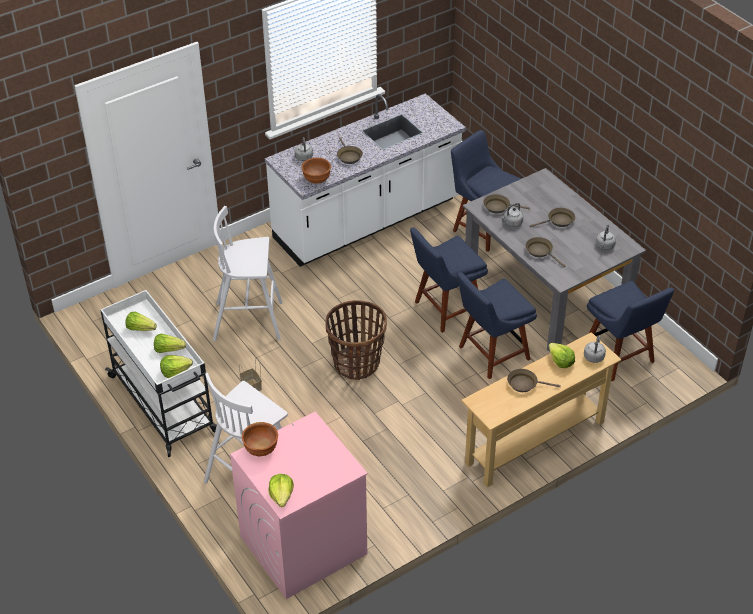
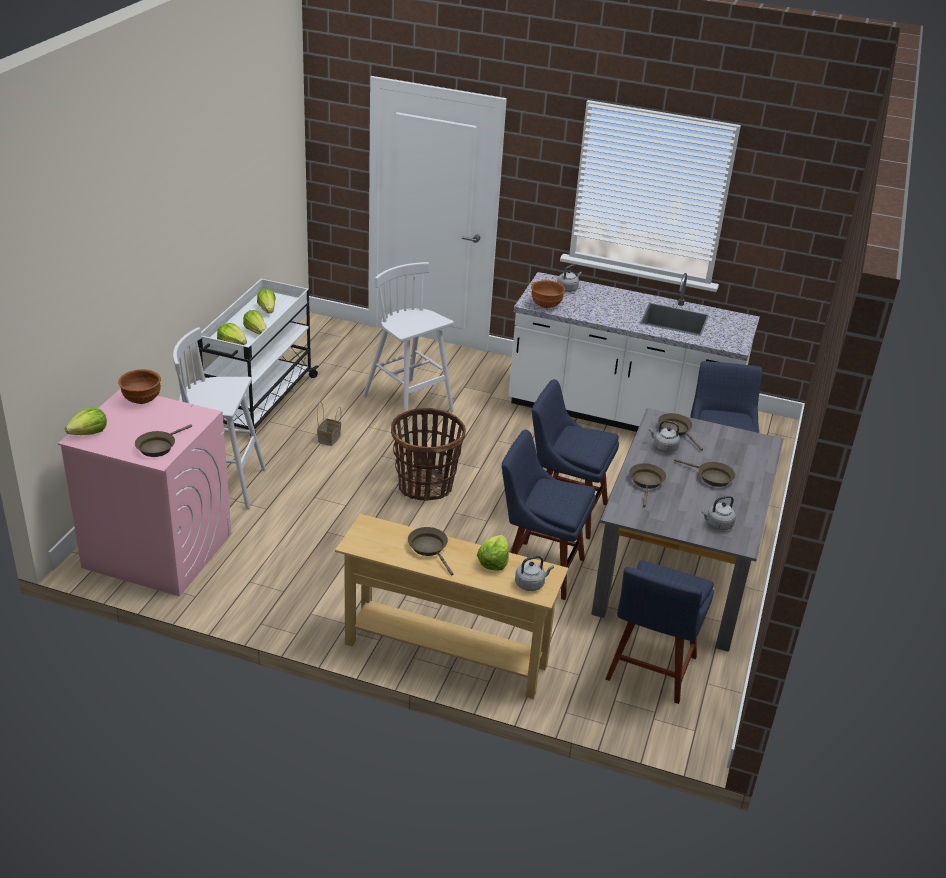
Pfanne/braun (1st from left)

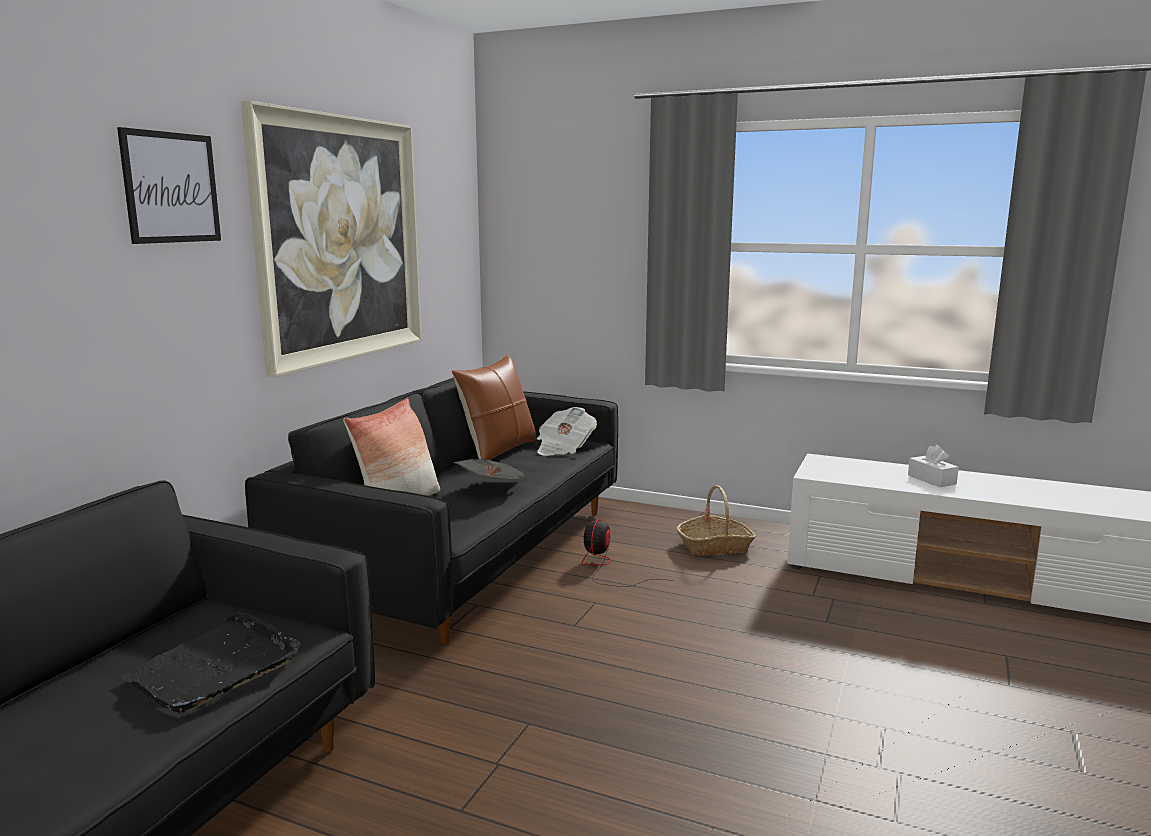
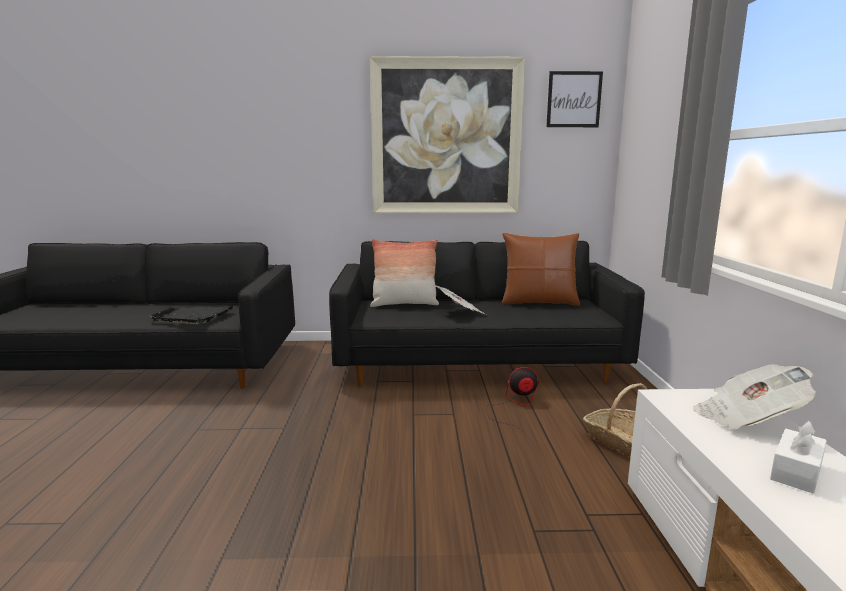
Bild (2nd from left); Zeitung (2nd from left)

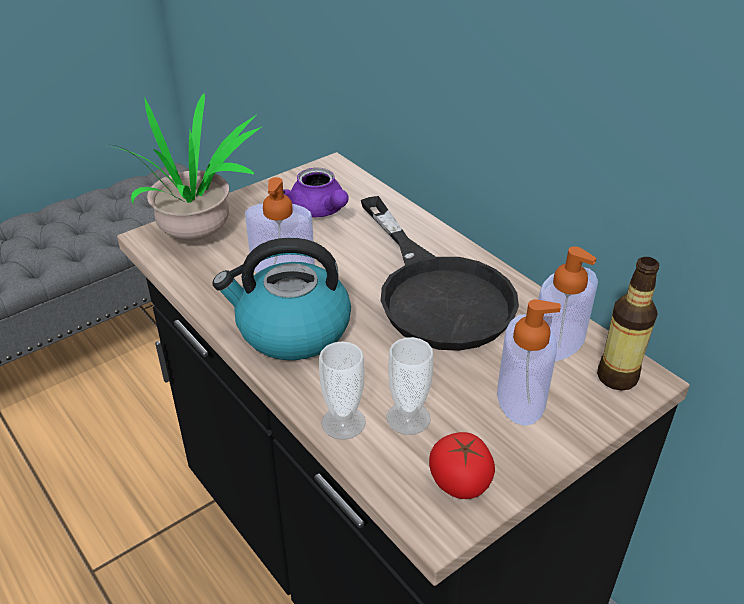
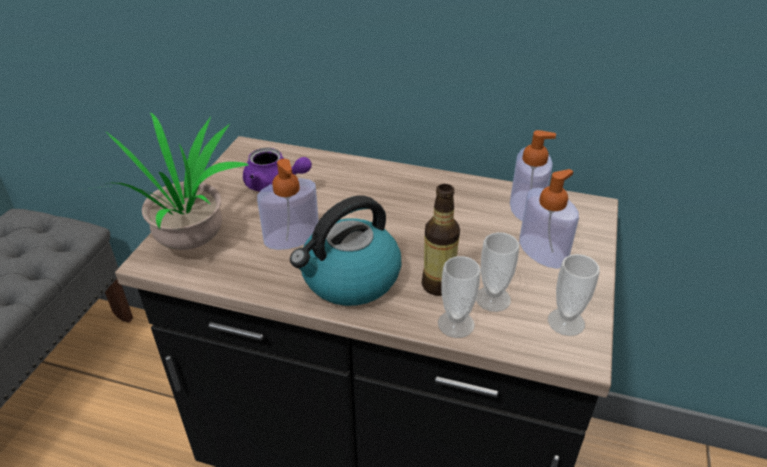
Pfanne/schwarz; Flasche; Tasse (3rd from left)

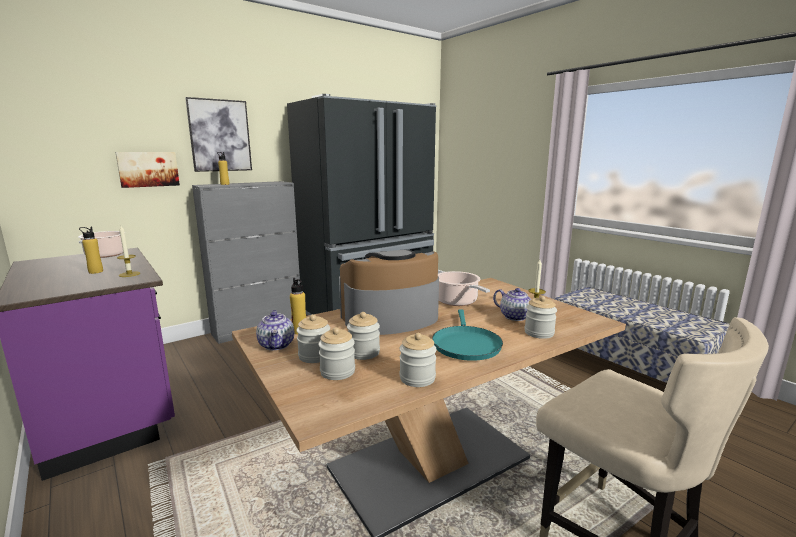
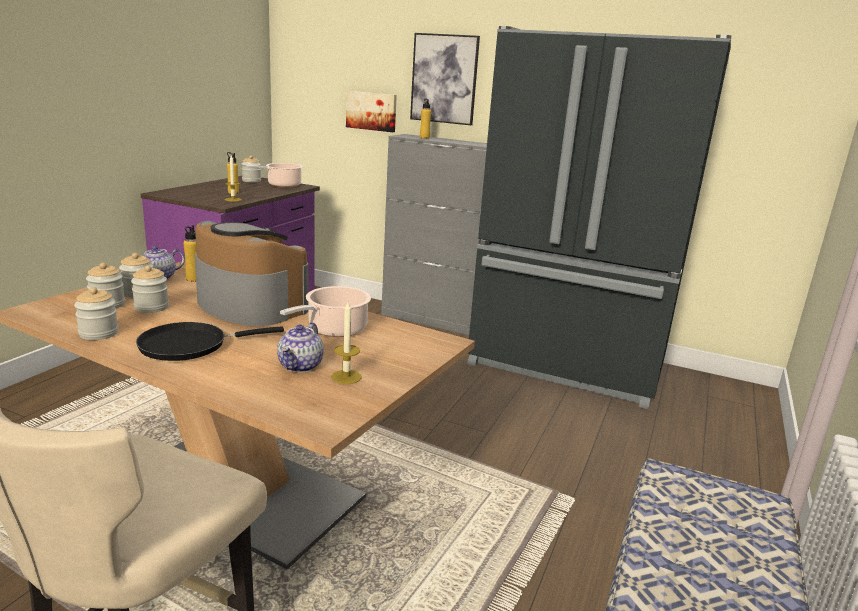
Vorratsglas (5th from left); Pfanne/schwarz

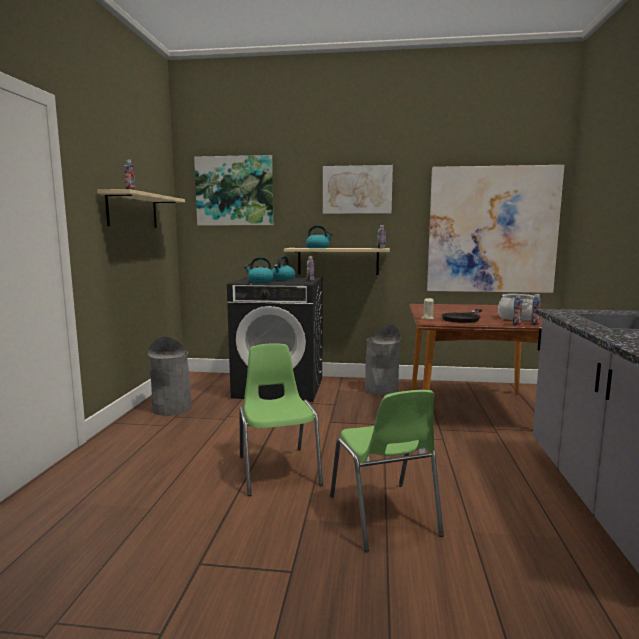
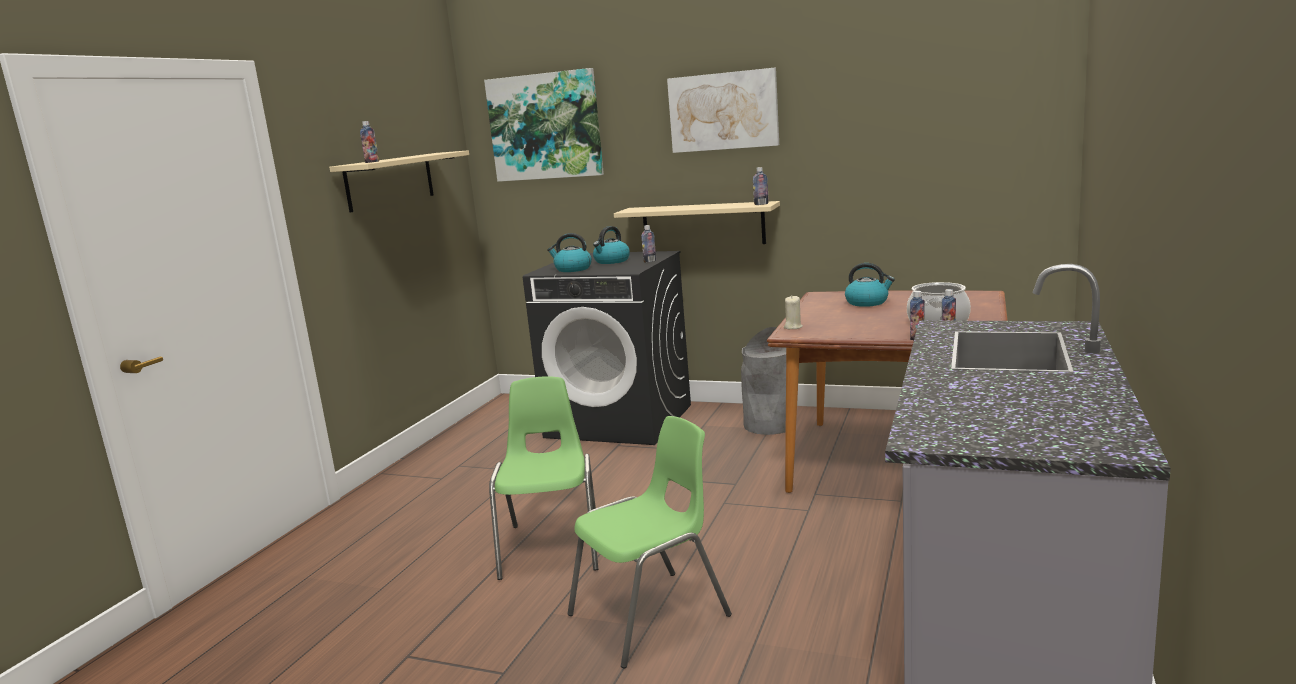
Mülleimer/grau (1st from left in the first image); Bild (3rd from left in the first image); Pfanne/schwarz; Wasserkessel (3rd from left); Stuhl/grün (2nd from left)

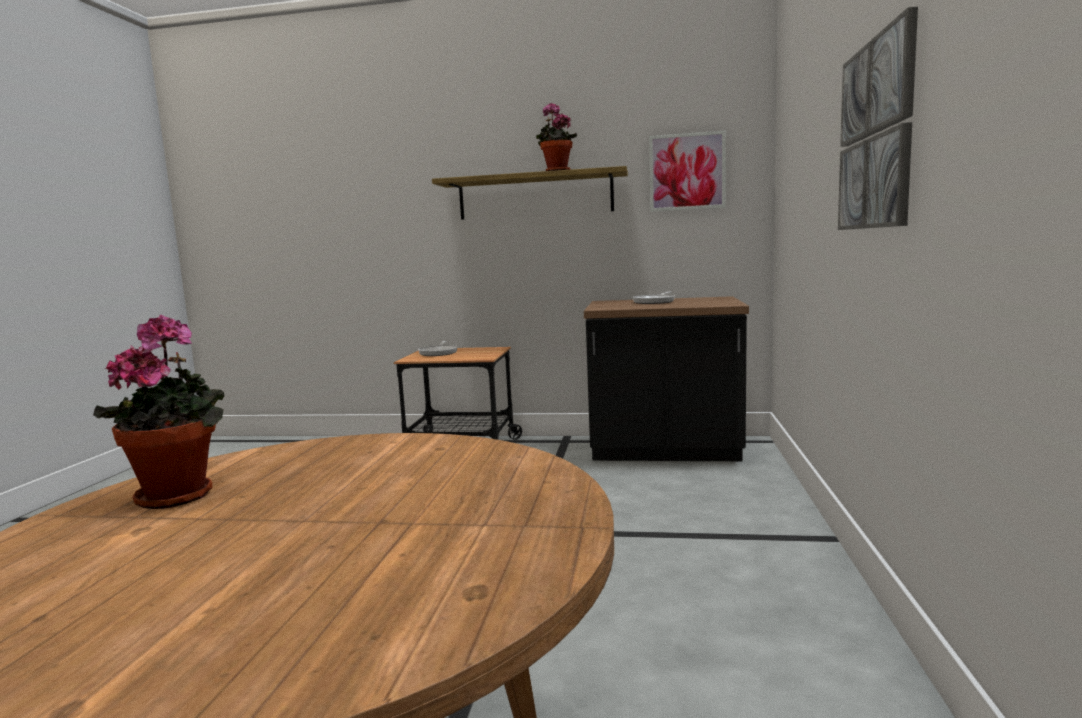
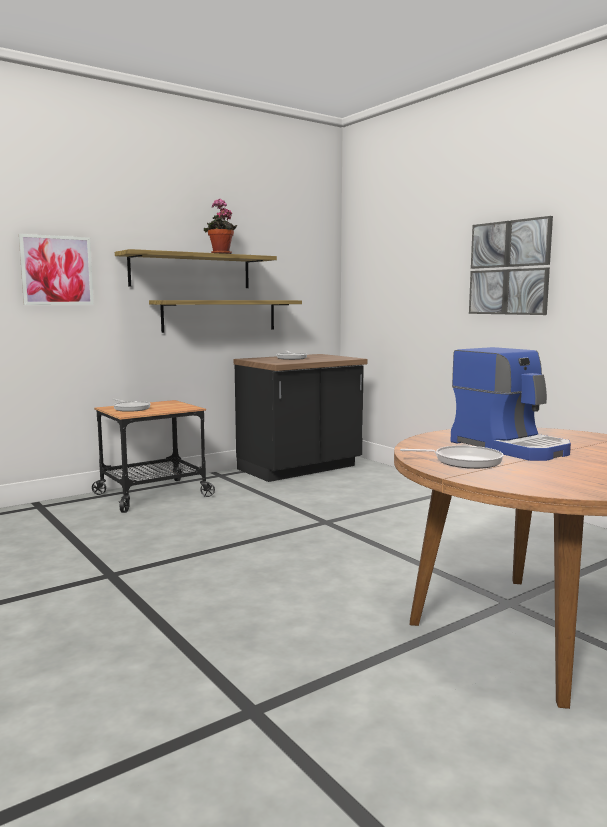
Wandregal (2nd from left); Kaffeemaschine; Bild (1st from left); Pfanne (3rd from left)

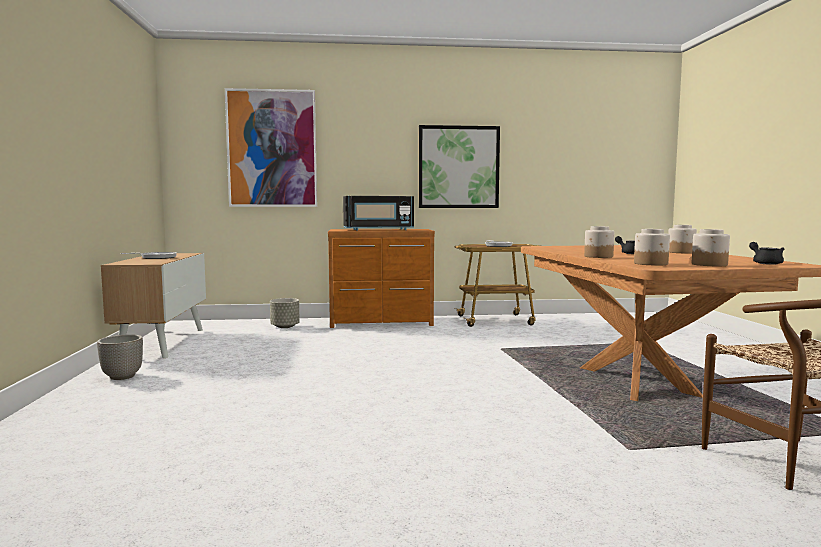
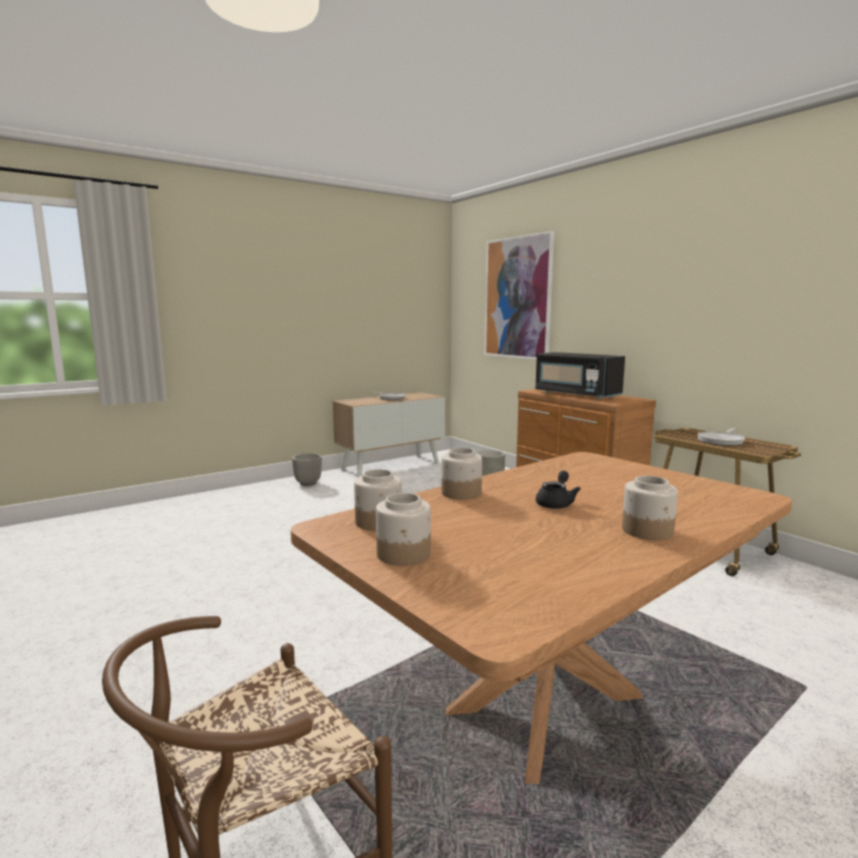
Bild (2nd from left in the first image); Teekanne/schwarz (2nd from left in the first image)

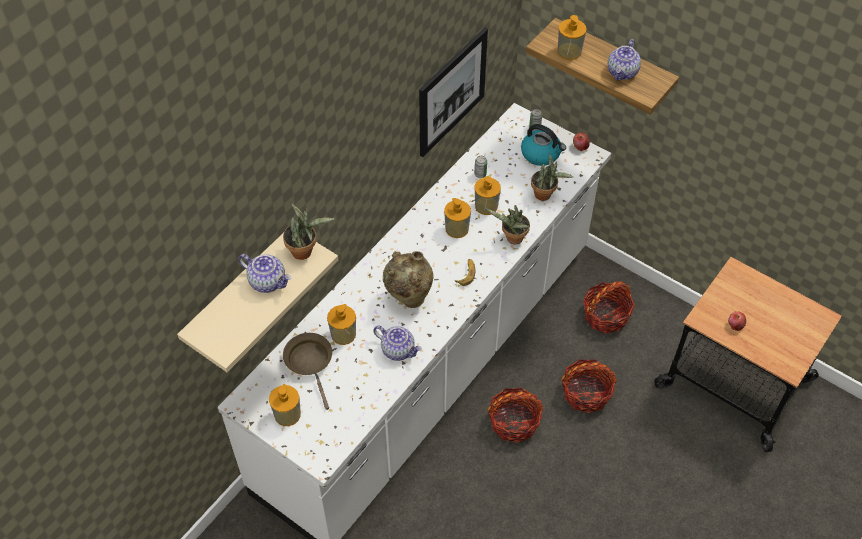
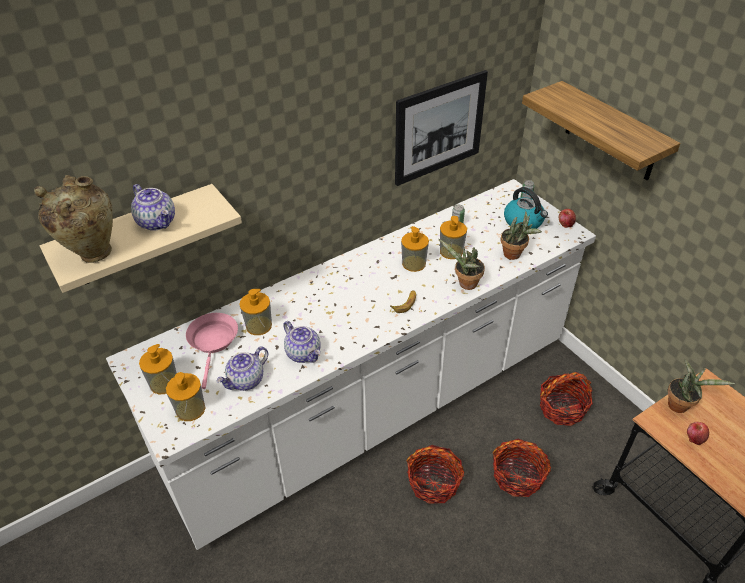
Topfpflanze (3rd from left); Vase/beige; Seifenspender (2nd from left); Teekanne (2nd from left); Pfanne/rosa

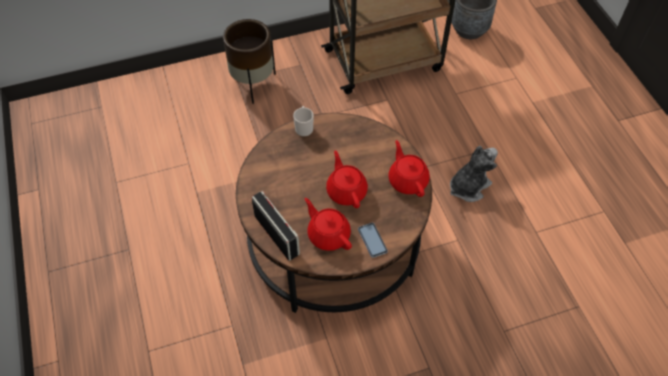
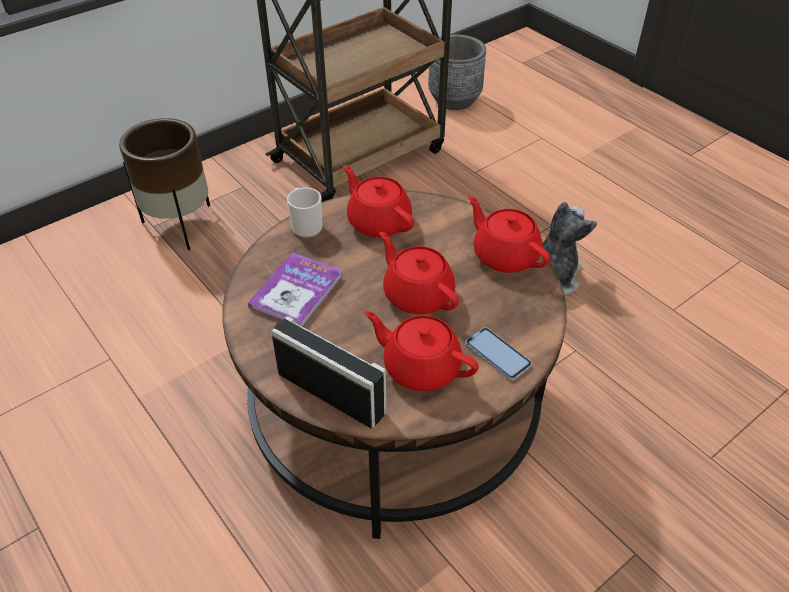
Buch; Teekanne/rot (1st from left)

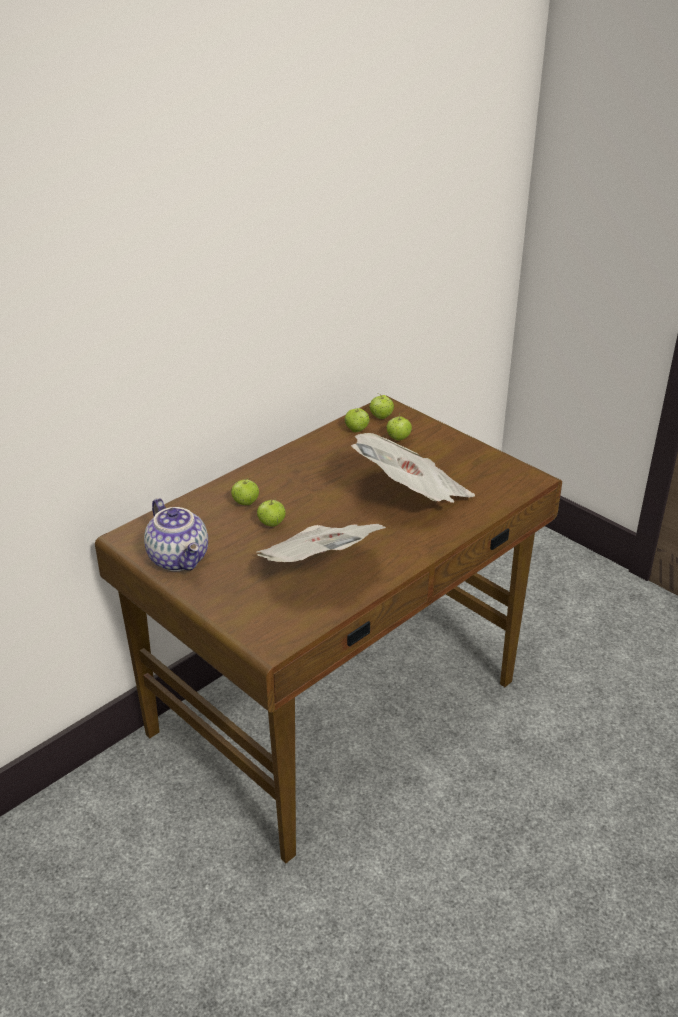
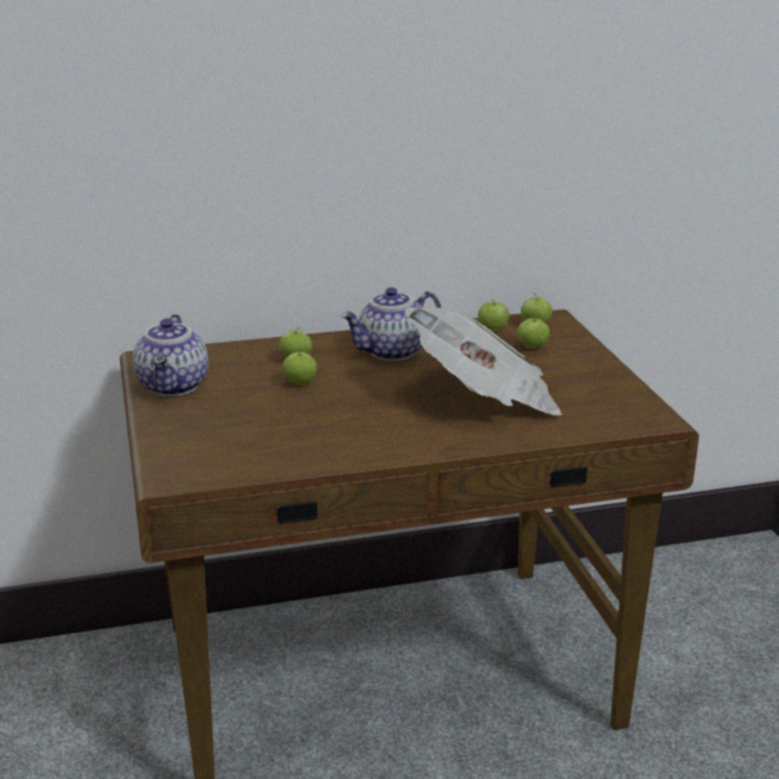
Zeitung (1st from left in the first image); Teekanne (2nd from left)

